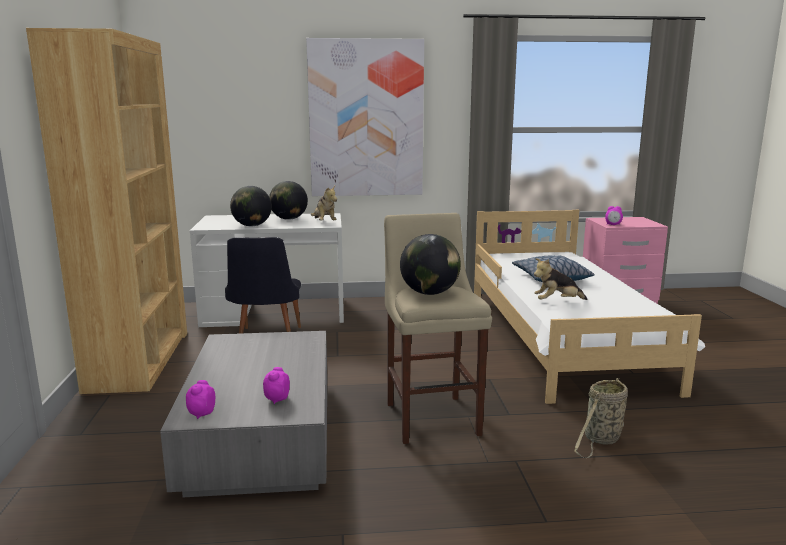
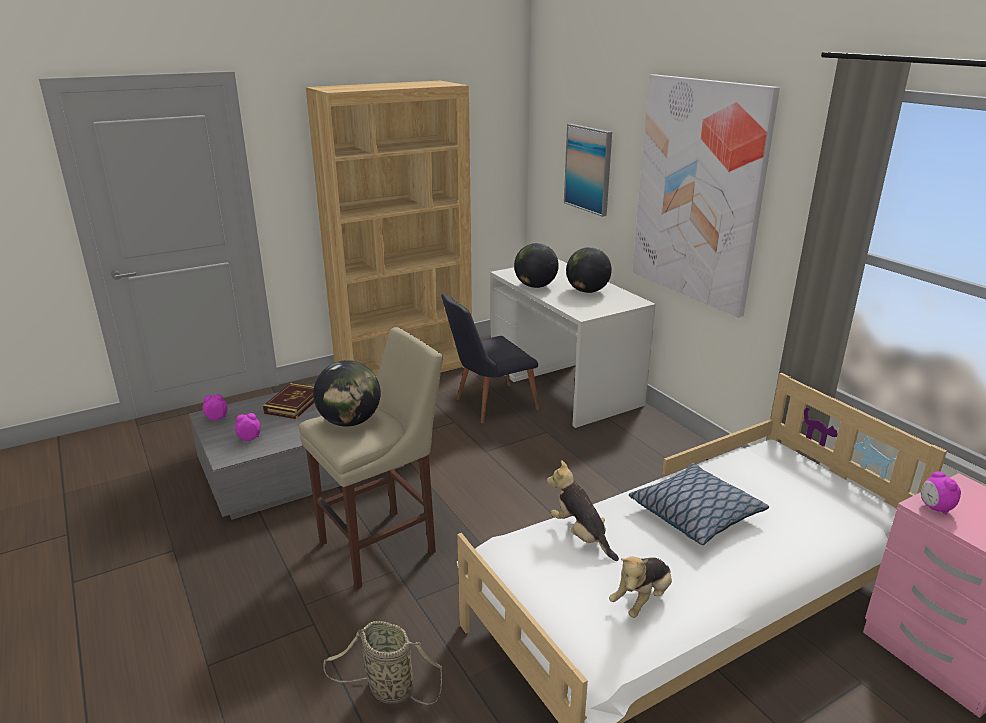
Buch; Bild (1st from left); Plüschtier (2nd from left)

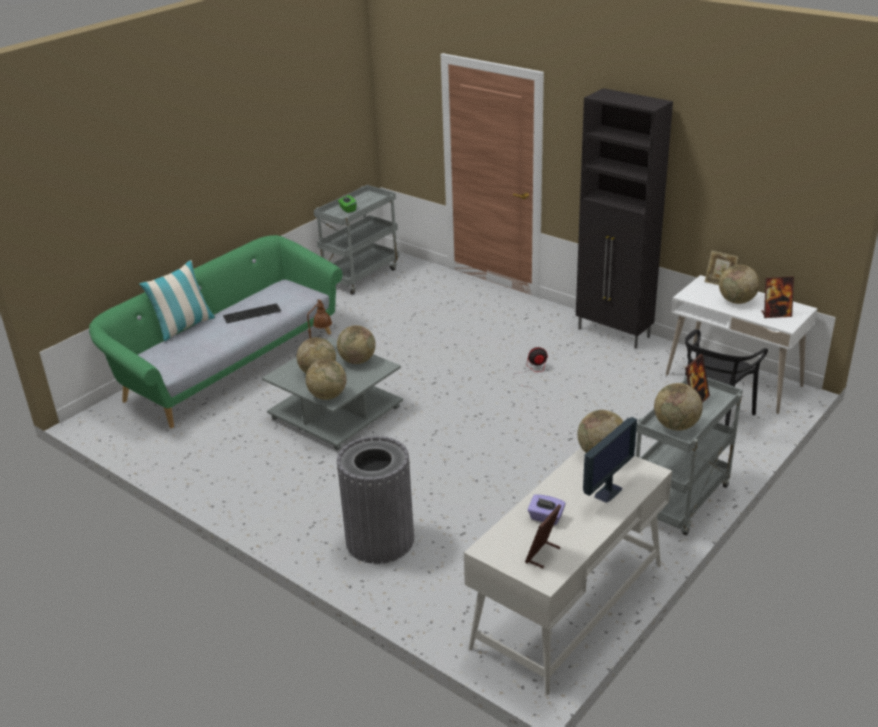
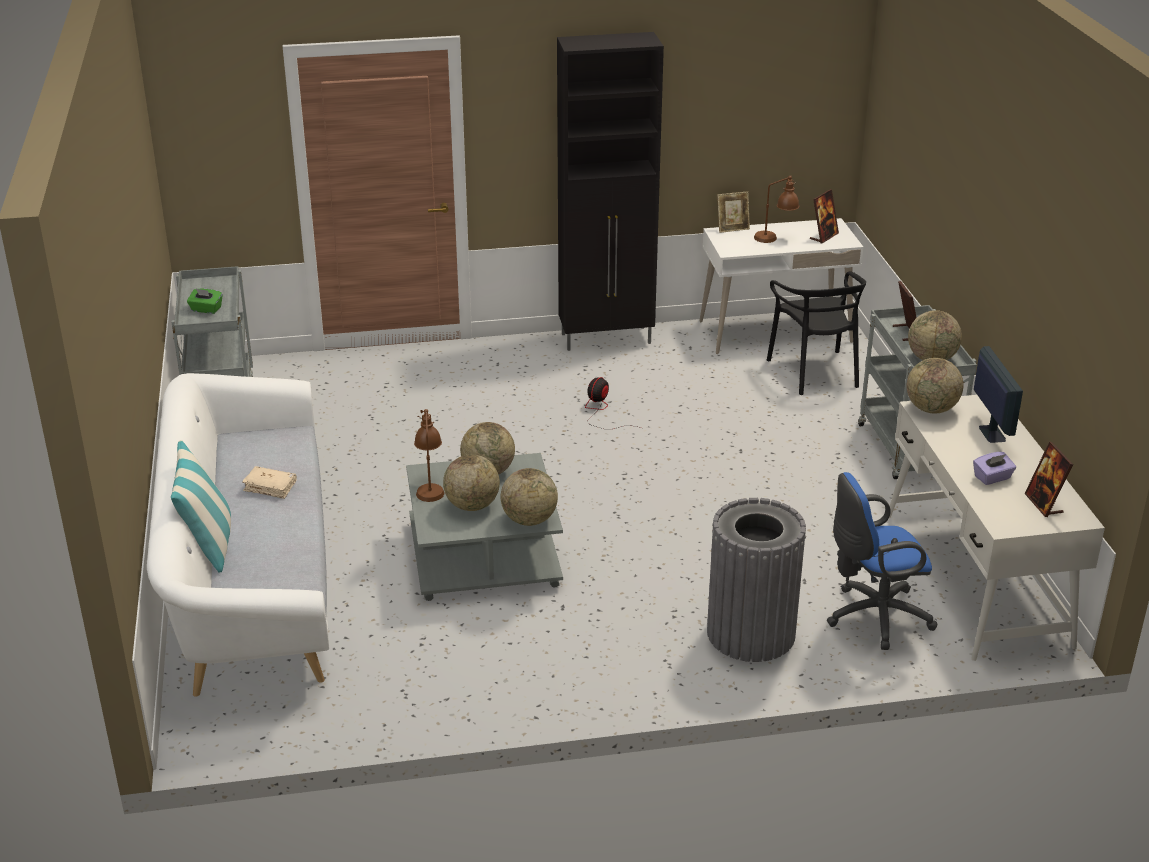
Bürostuhl/blau; Buch/beige; Tischlampe/braun (2nd from left); Sofa/weiß

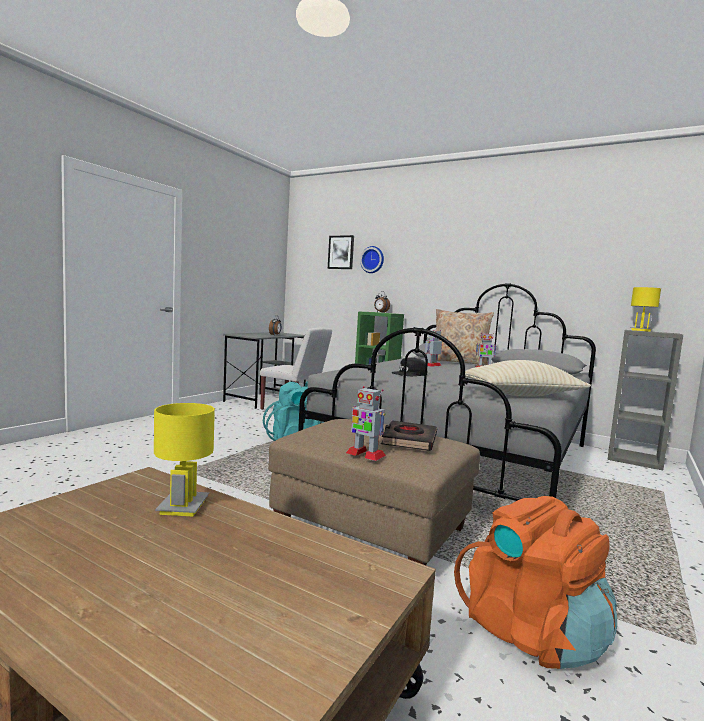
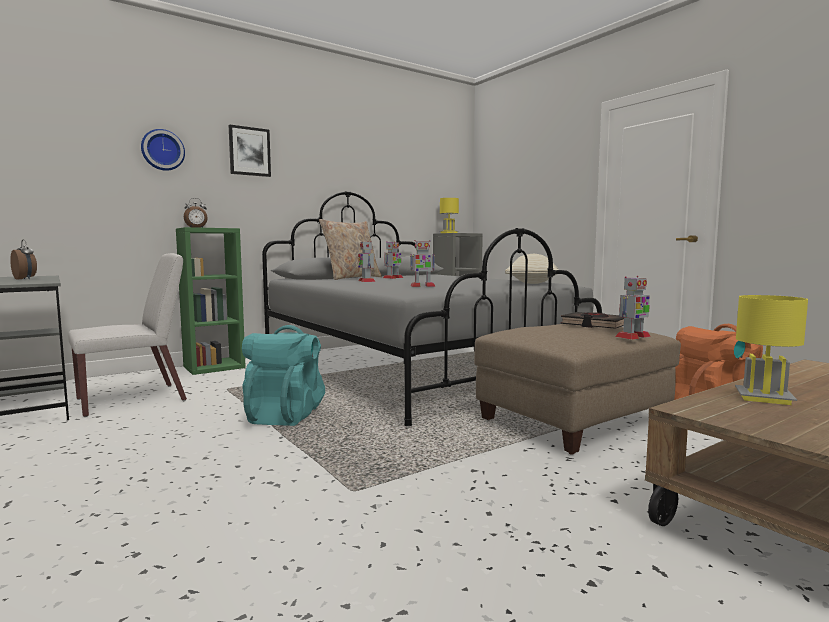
Bild; Spielzeugroboter (3rd from left)

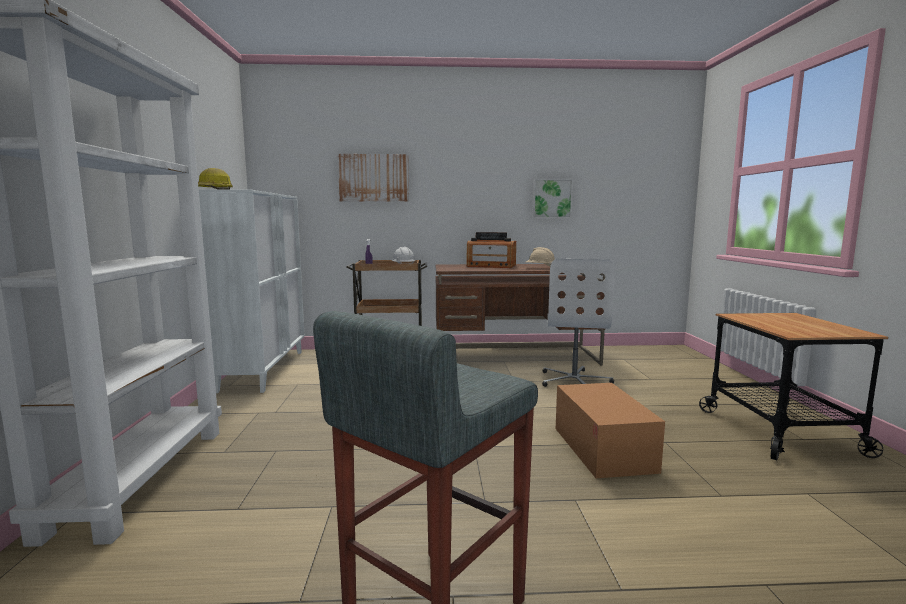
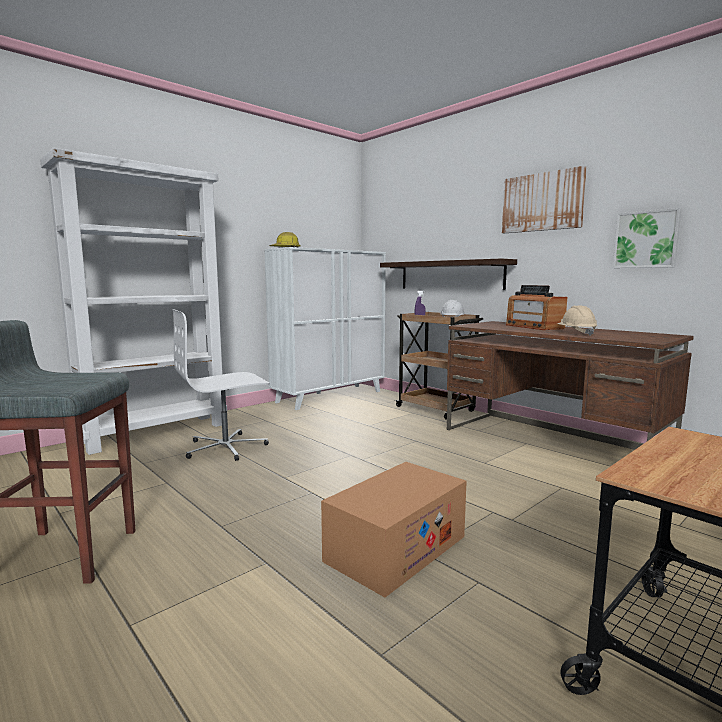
Wandregal; Bild (1st from left); Bürostuhl/weiß

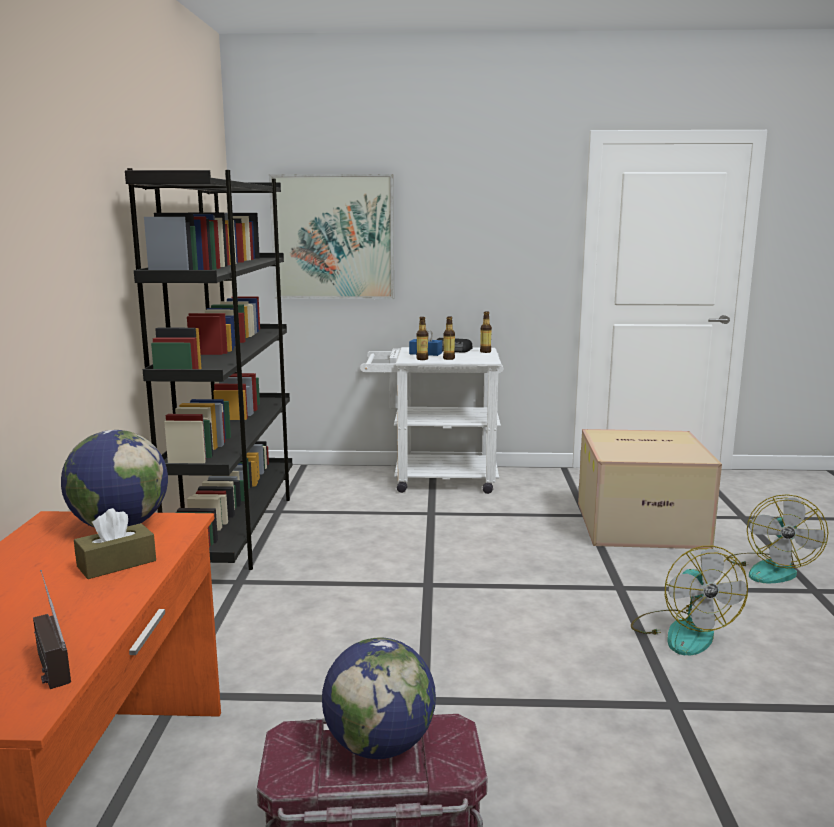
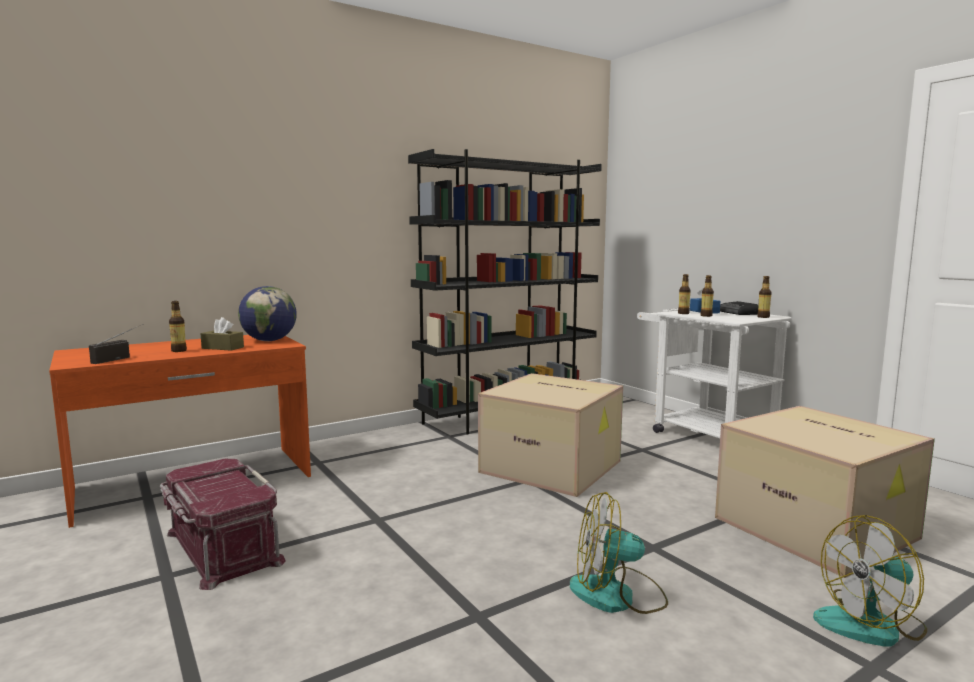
Bild; Globus (2nd from left in the first image); Flasche (1st from left); Karton (1st from left); Ventilator (1st from left)

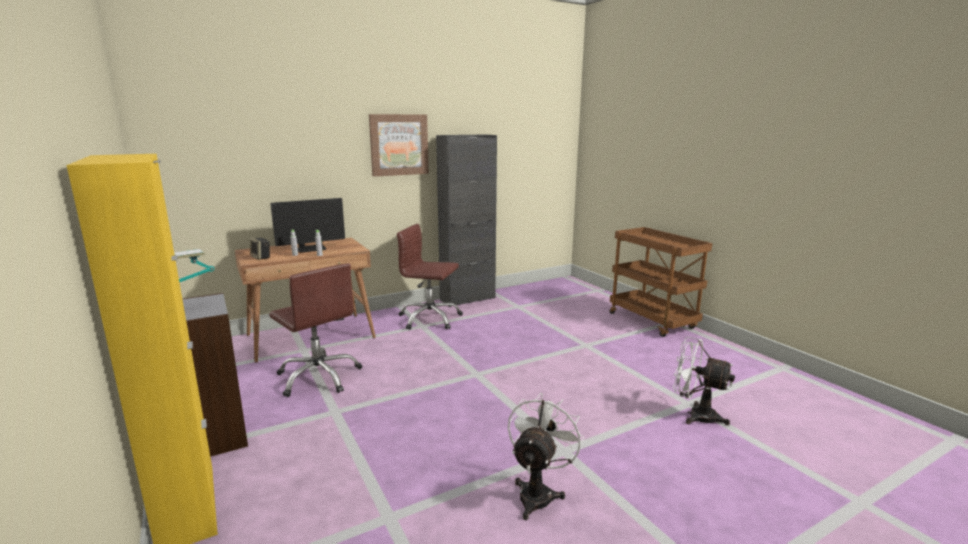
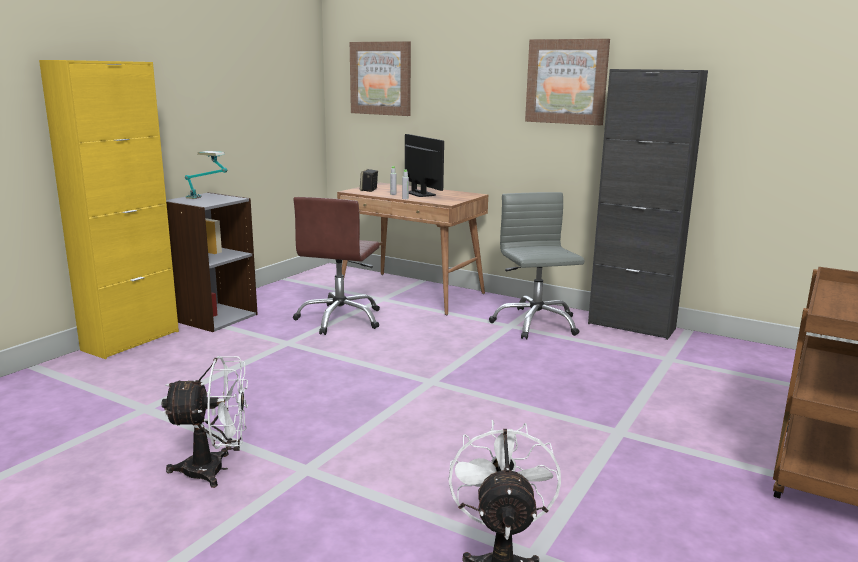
Bild (1st from left); Bürostuhl/grau; Monitor

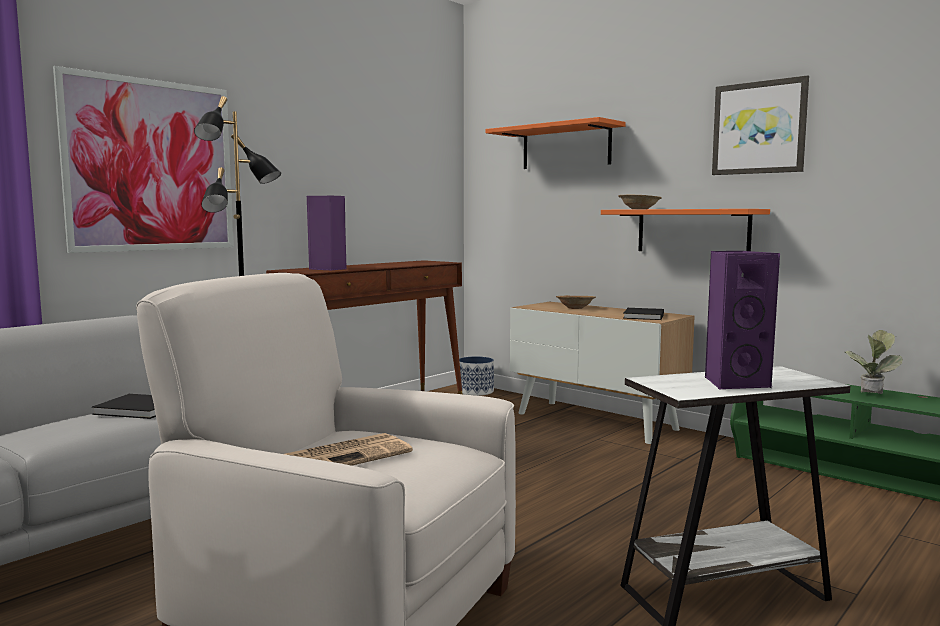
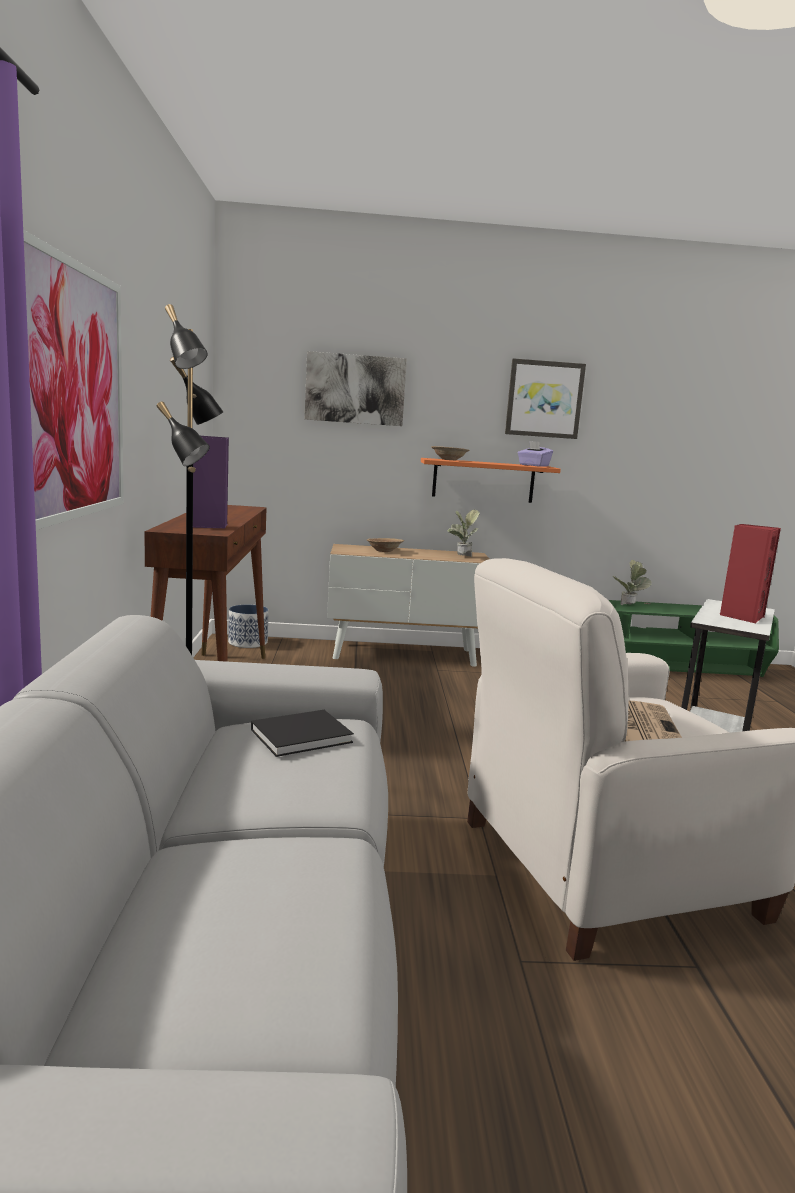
Taschentuchbox/lila; Bild (2nd from left); Topfpflanze (1st from left); Lautsprecher/rot

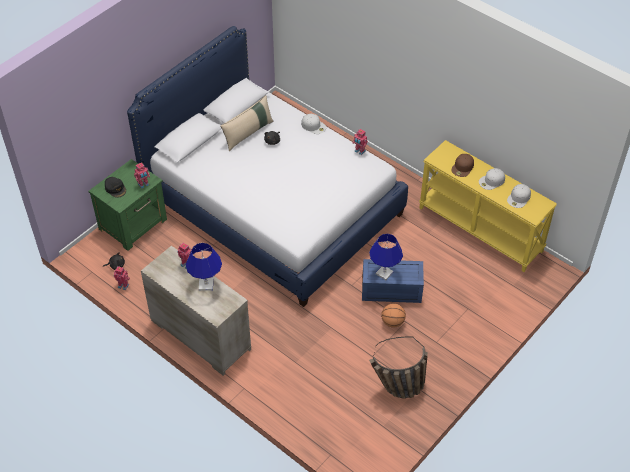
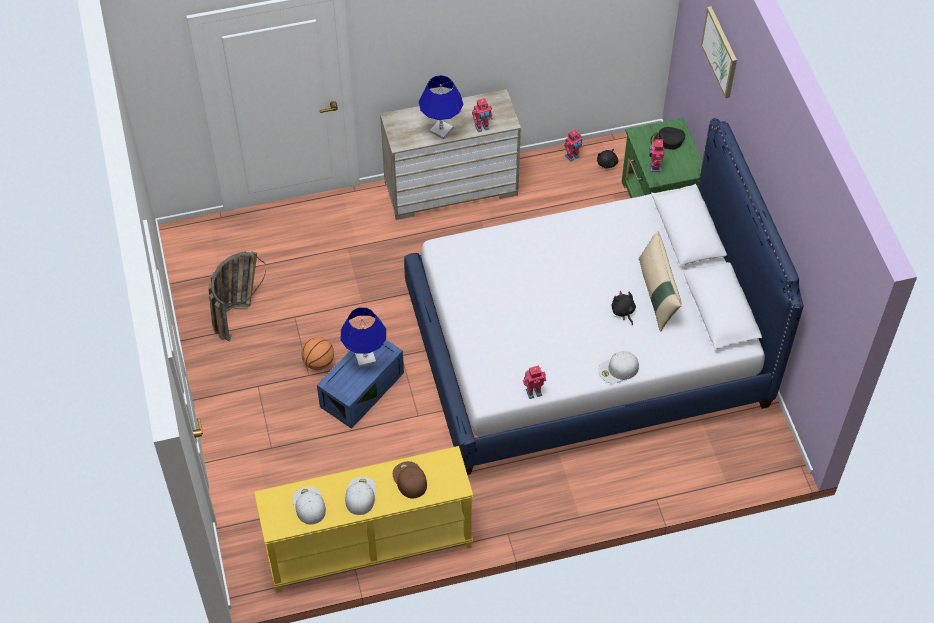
Bild

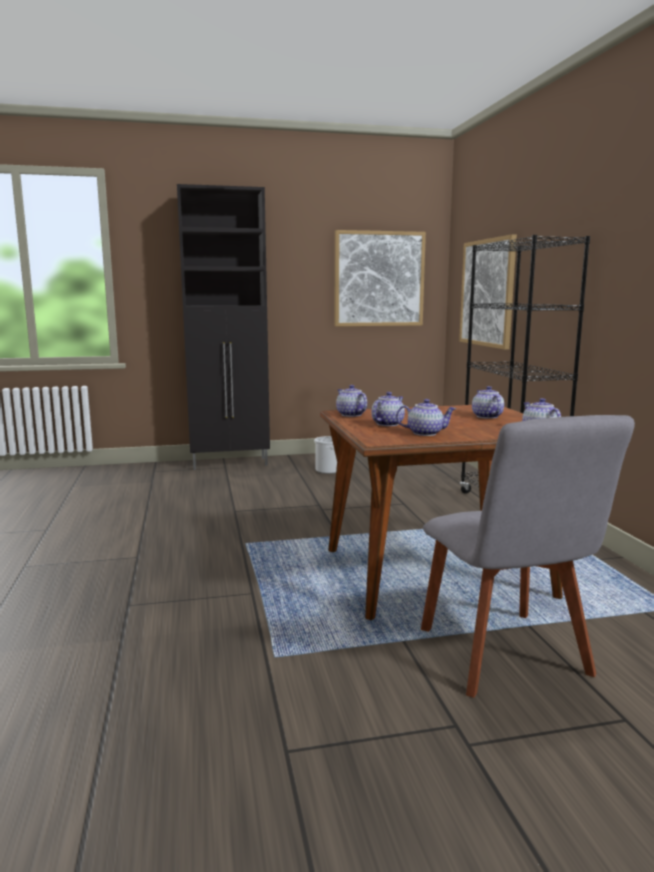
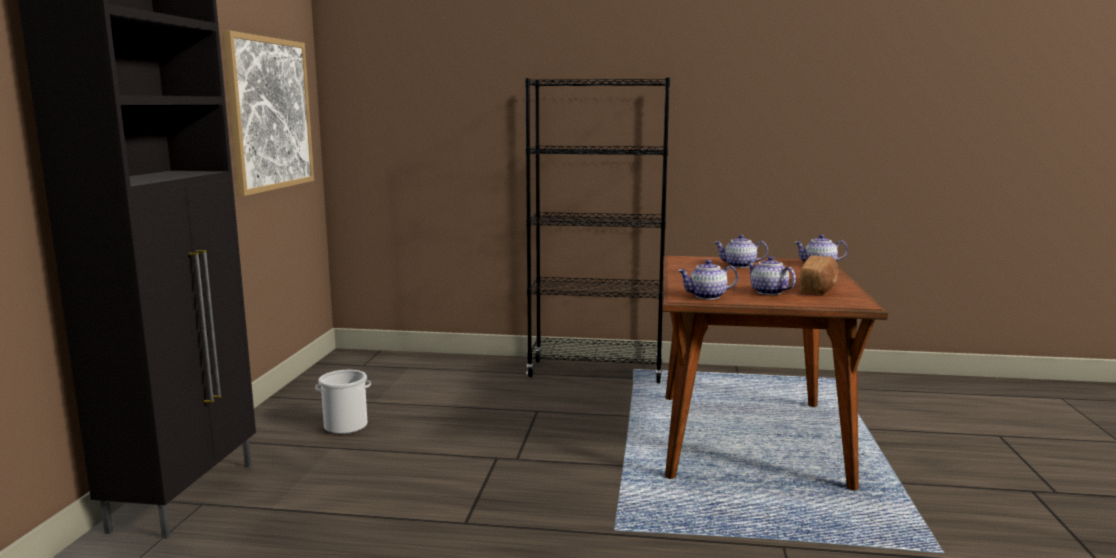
Stuhl/grau; Bild (2nd from left in the first image); Brot

